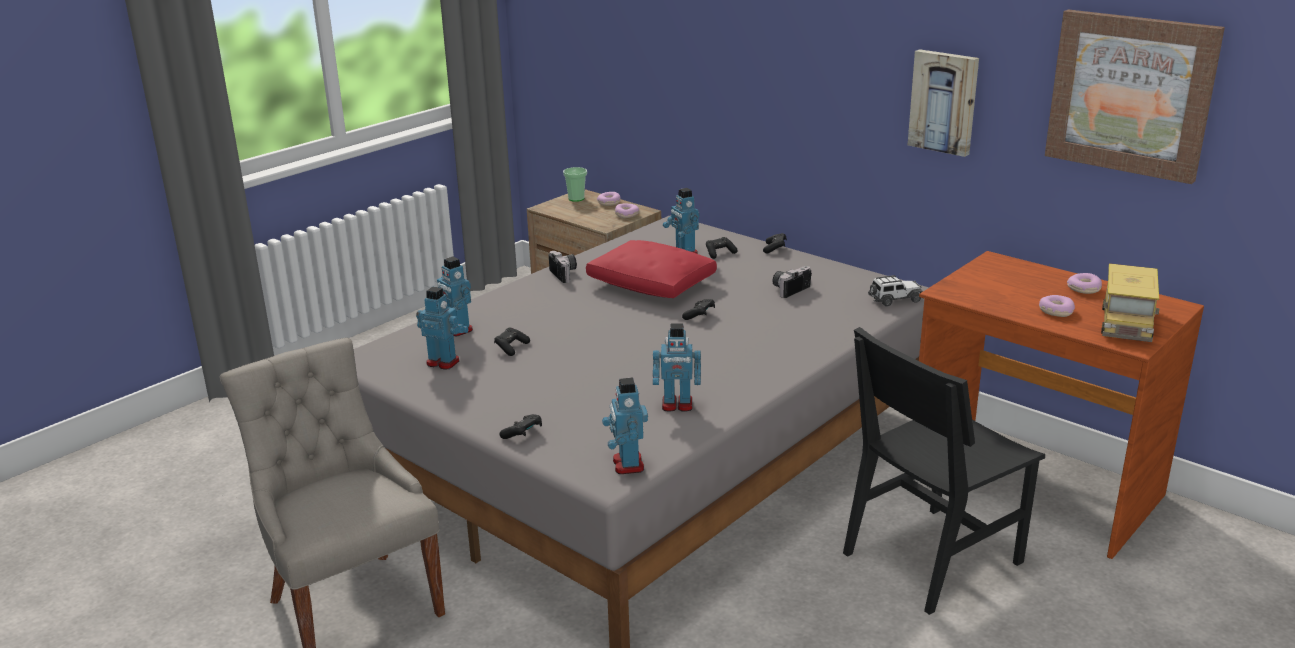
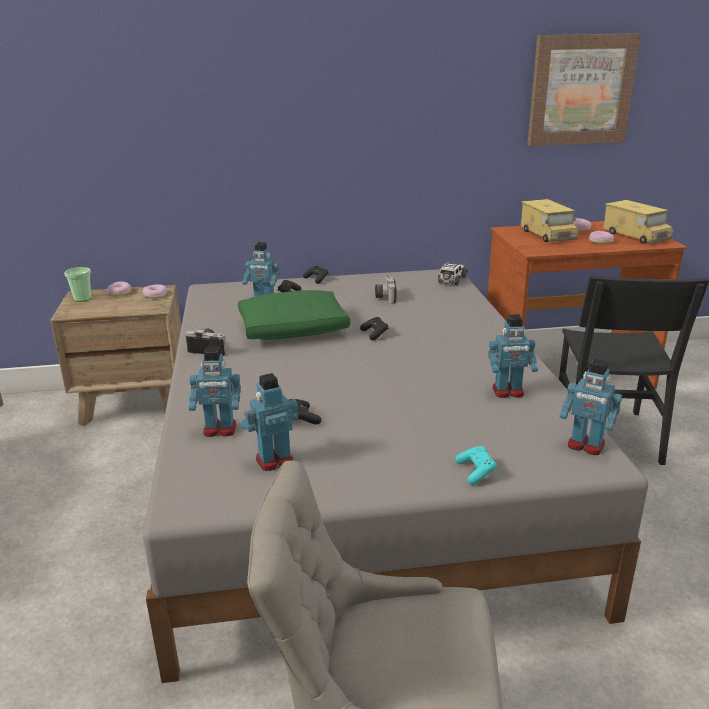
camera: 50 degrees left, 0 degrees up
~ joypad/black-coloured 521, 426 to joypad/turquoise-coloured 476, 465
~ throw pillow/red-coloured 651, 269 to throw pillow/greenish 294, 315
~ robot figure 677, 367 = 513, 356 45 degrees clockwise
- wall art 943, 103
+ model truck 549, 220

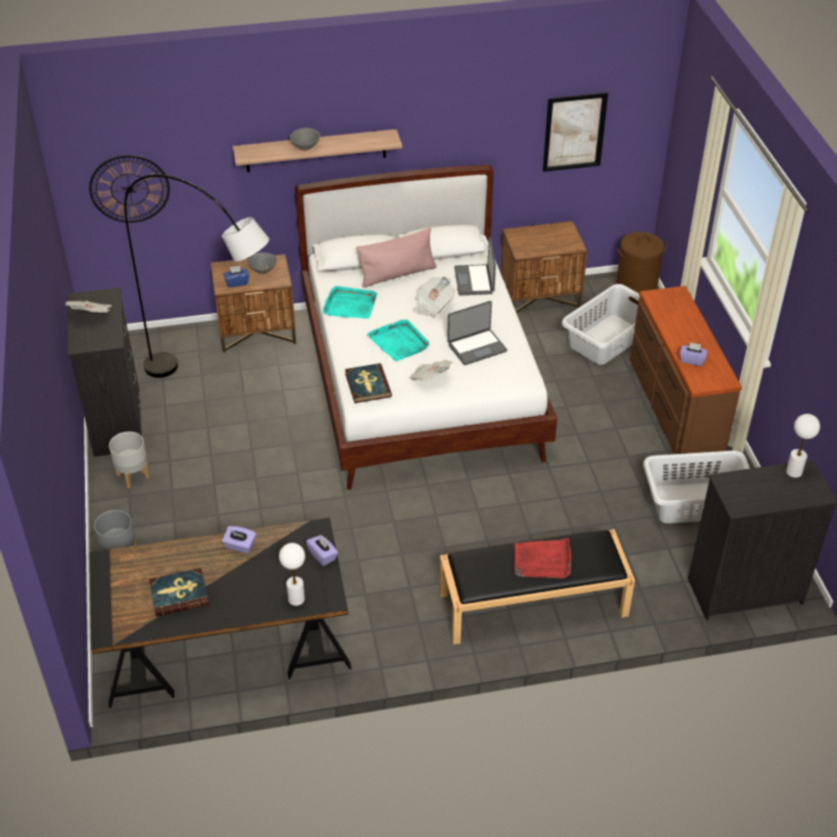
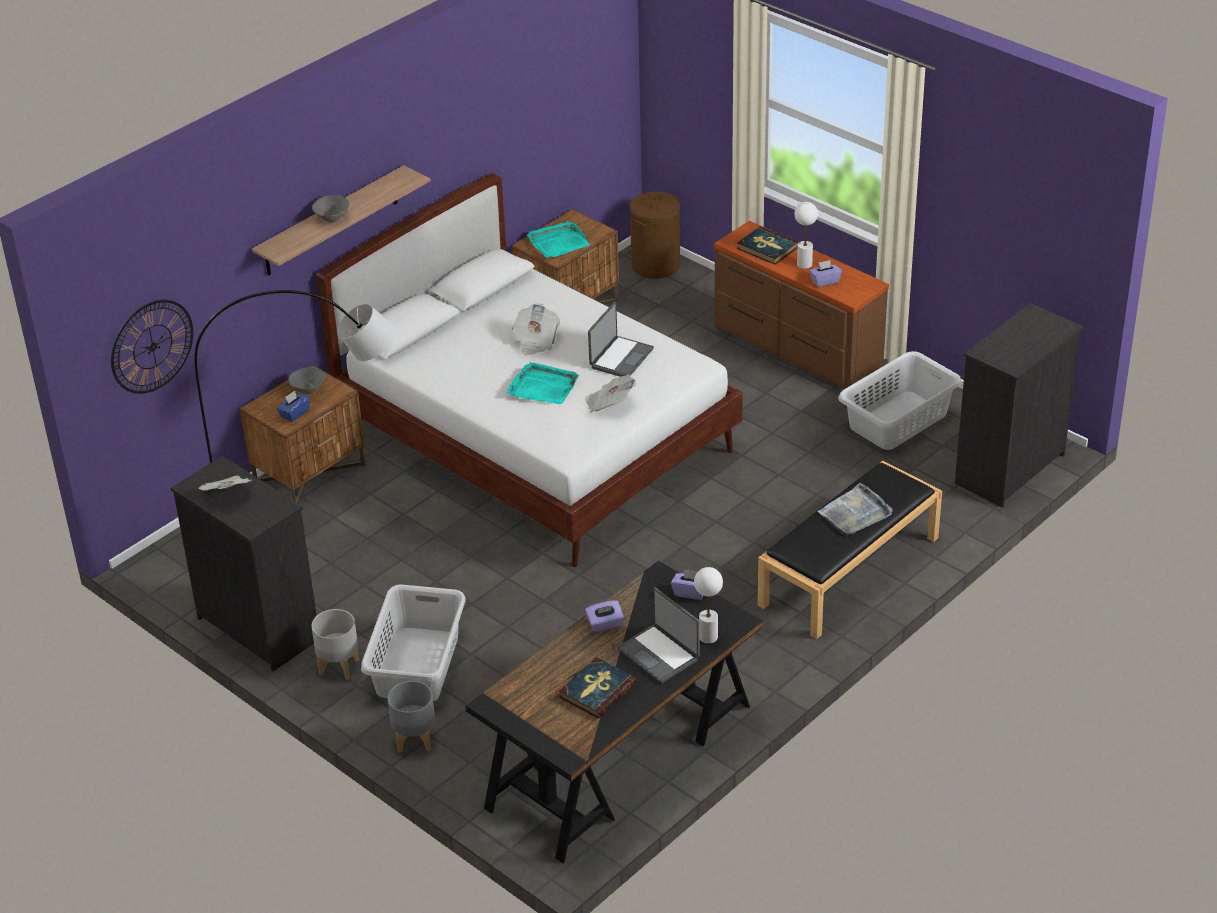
camera: 35 degrees left, 5 degrees down
~ carrying tray/turquoise-coloured 350, 302 to 558, 239
~ book 368, 383 to 768, 245
- throw pillow/pinkish 396, 258
~ laptop 475, 266 to 658, 635
~ carrying tray/red-coloured 542, 558 to carrying tray/greyish 855, 509
- wall art 575, 132
~ hamper/greyish 601, 324 to 413, 642
~ table lamp/white 803, 446 to 806, 235

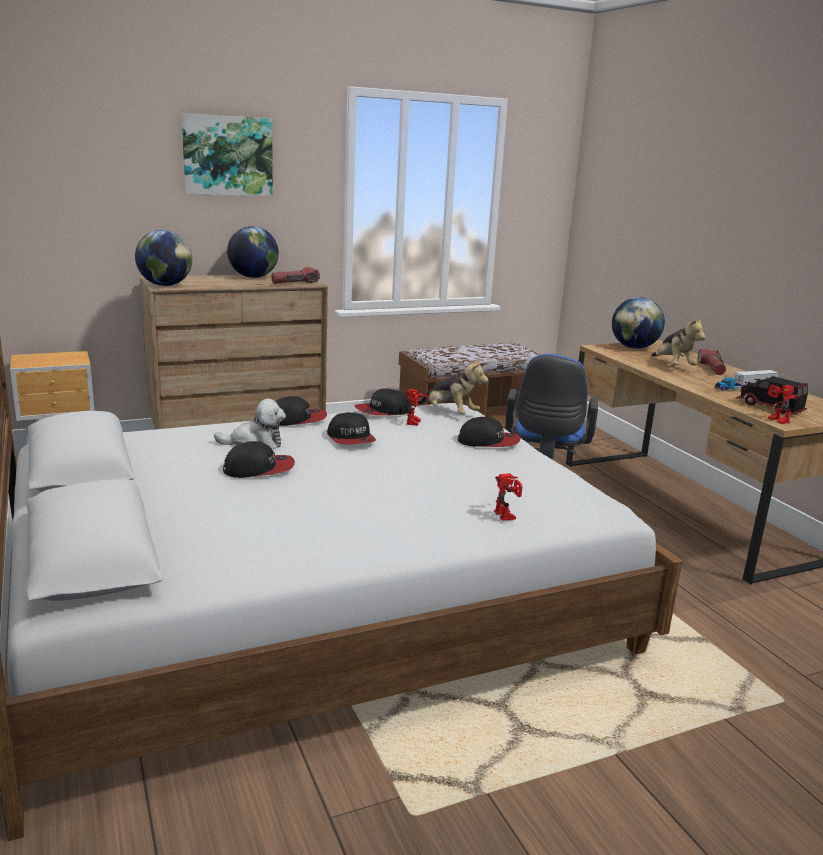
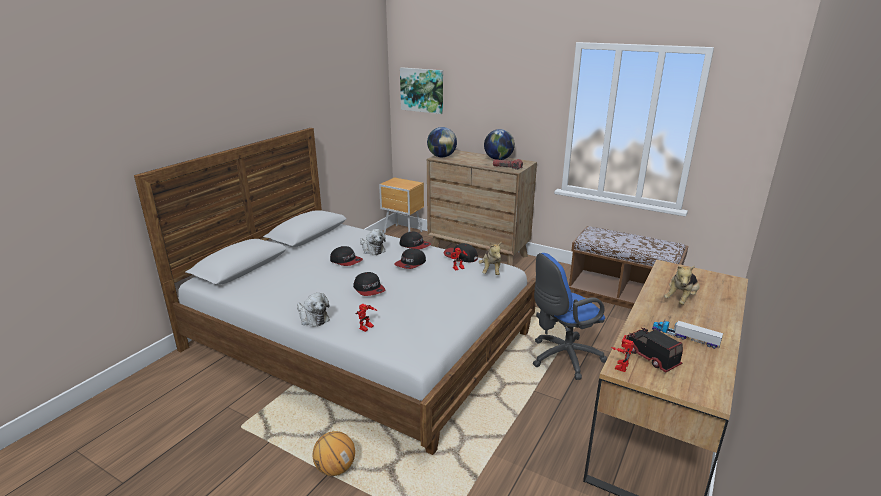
camera: 55 degrees right, 5 degrees up
~ wall art 227, 154 to 421, 90
~ cap 489, 432 to 369, 284
- world globe 638, 323
- torch 712, 362
~ model truck 772, 395 = 652, 350 45 degrees counterclockwise
+ soft toy 313, 310
+ ball for basketball 334, 453

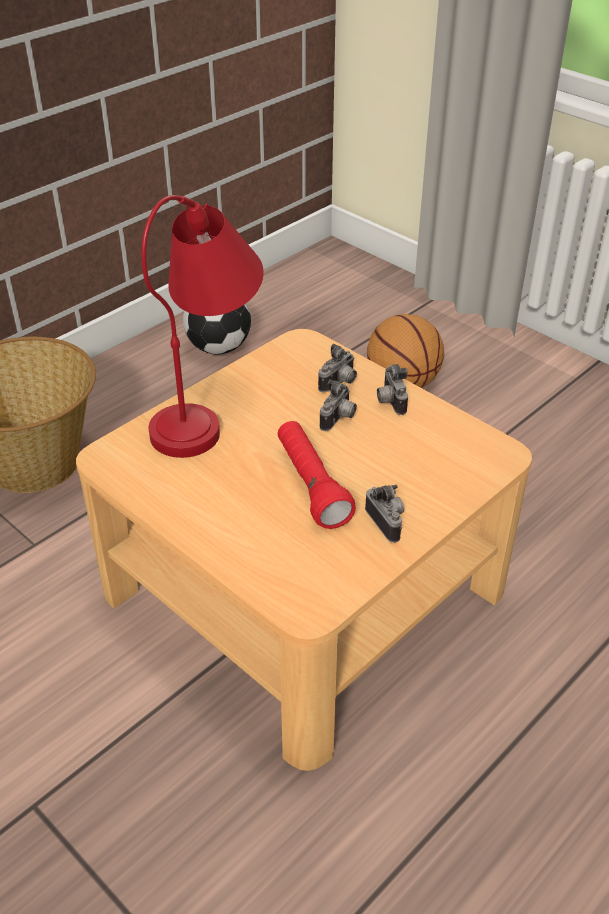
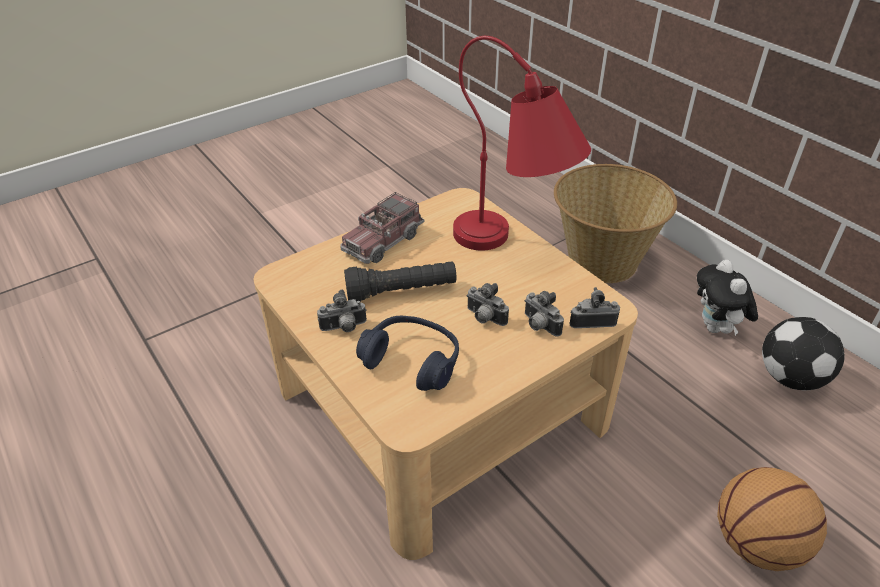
camera: 100 degrees right, 0 degrees up
~ torch/red-coloured 317, 475 to torch/black-coloured 400, 281
~ still camera 392, 389 to 594, 307
+ model truck 382, 228
+ pair of headphones/bluish 407, 353
+ soft toy 727, 298

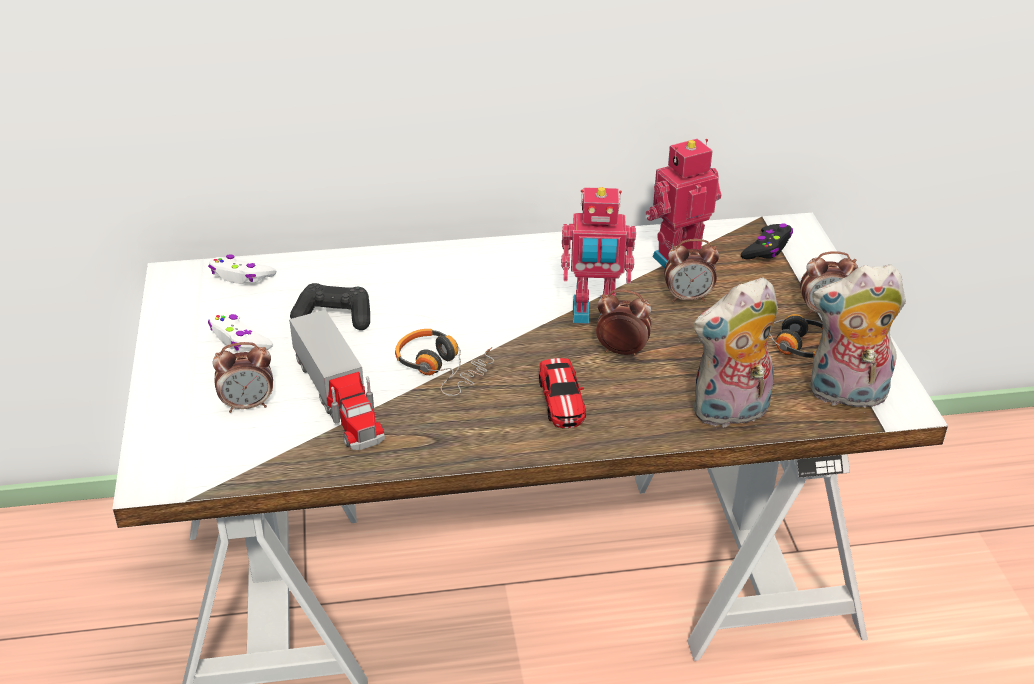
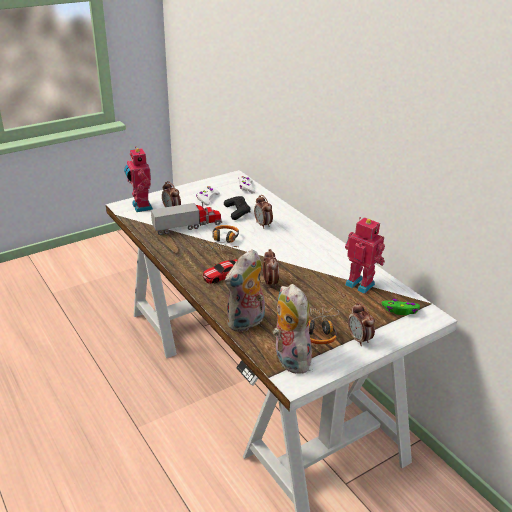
camera: 65 degrees right, 5 degrees down
~ model truck 337, 380 = 186, 218 150 degrees counterclockwise
~ robot figure 598, 255 to 138, 179
~ alarm clock 691, 270 to 263, 212
~ soft toy 735, 352 = 245, 290 90 degrees counterclockwise
~ joypad/black-coloured 767, 241 to joypad/greenish 401, 307

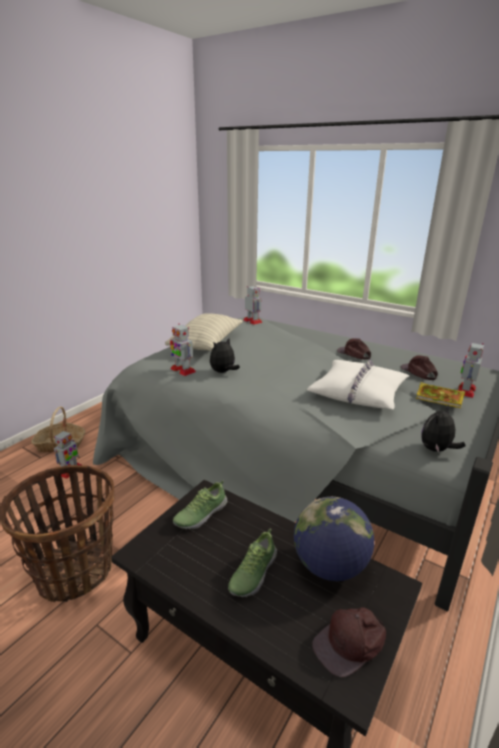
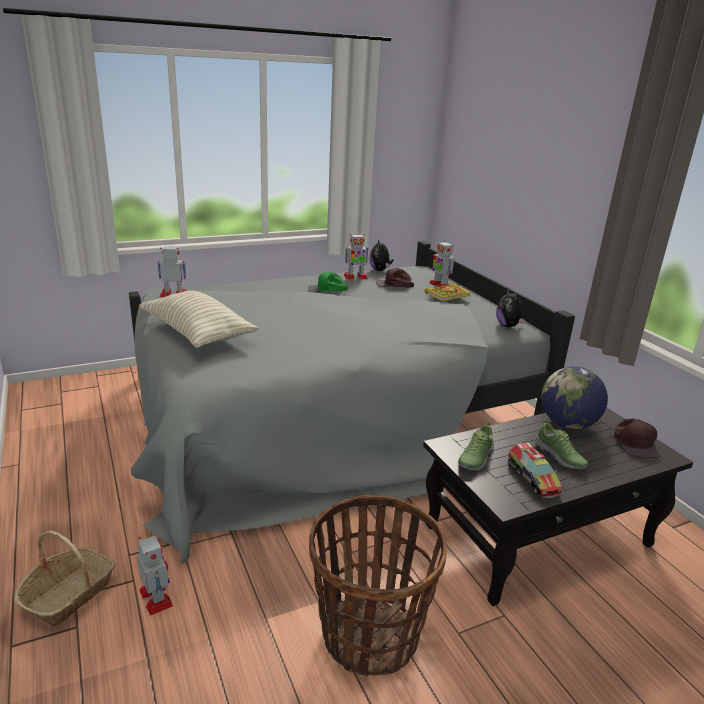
camera: 60 degrees left, 0 degrees up
~ robot figure 183, 350 to 356, 256
~ low shoe 200, 505 = 476, 446 45 degrees clockwise
~ soft toy 225, 355 to 381, 255
- throw pillow/white 358, 385
~ cap/brown-coloured 354, 349 to cap/greenish 328, 282
+ model truck 535, 470

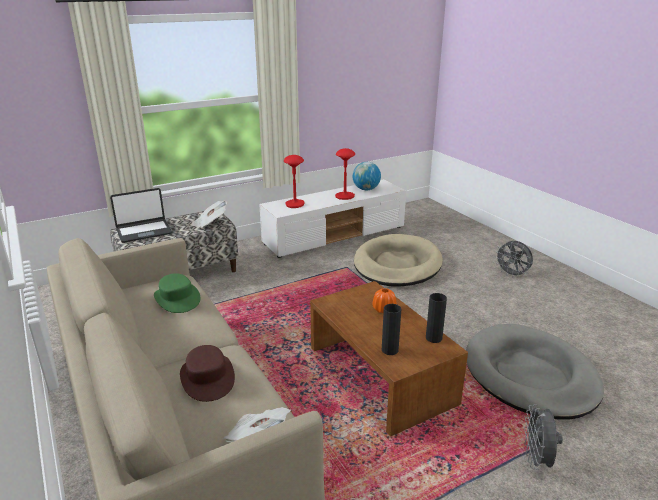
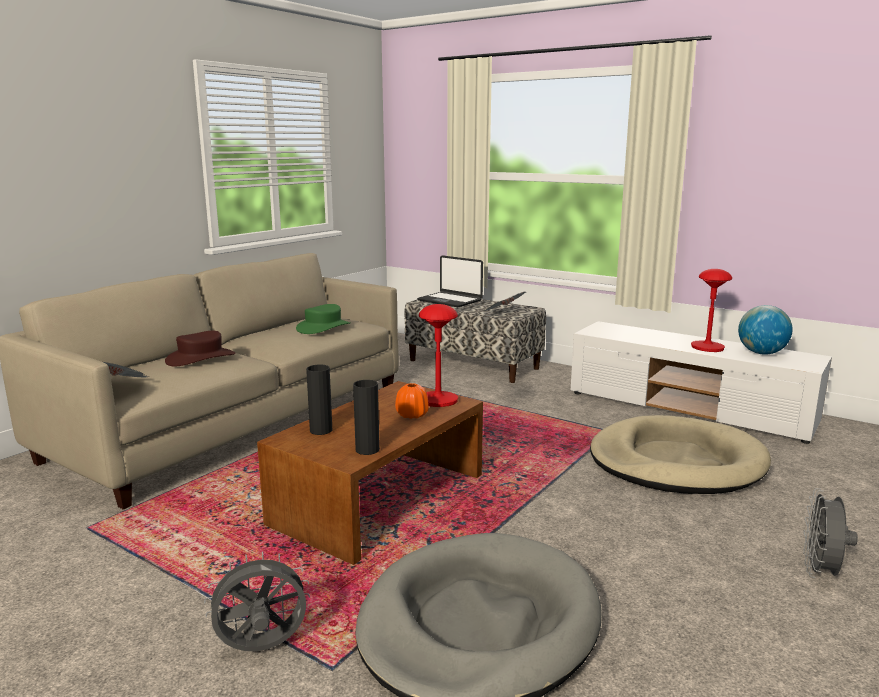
camera: 65 degrees right, 10 degrees down
~ table lamp/red-coloured 294, 181 to 438, 355

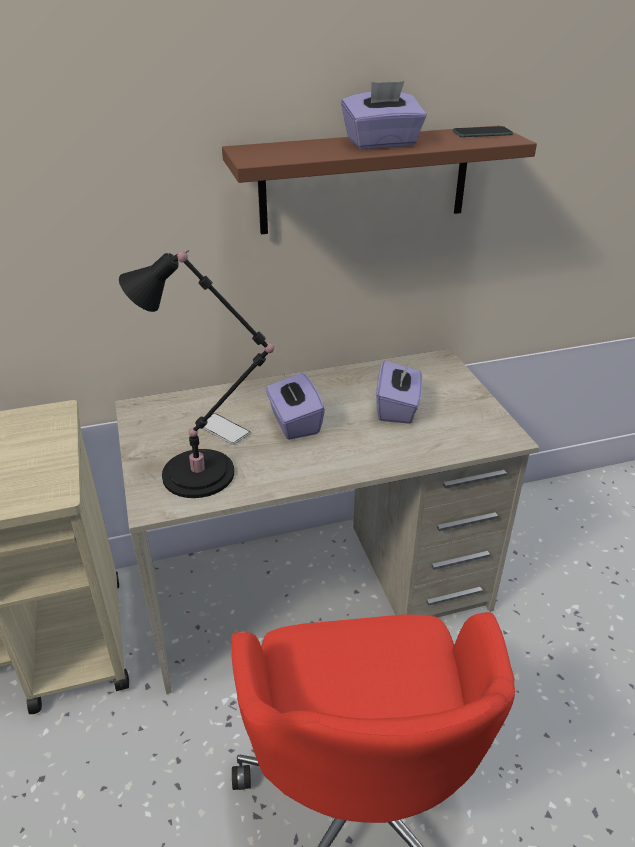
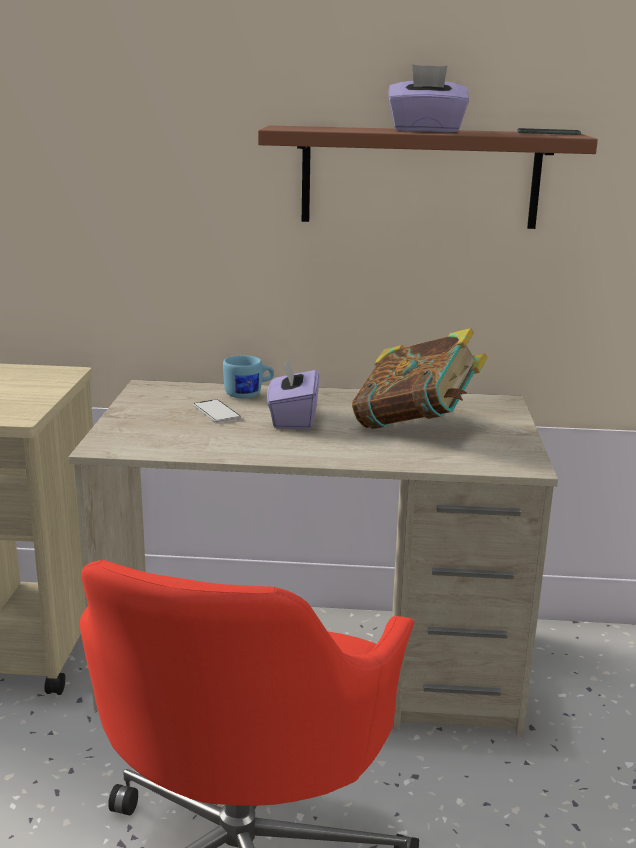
camera: 20 degrees right, 15 degrees down
- table lamp/black-coloured 198, 374
~ box of tissues/purplish 399, 392 to book 419, 378
+ coffee mug/bluish 248, 376

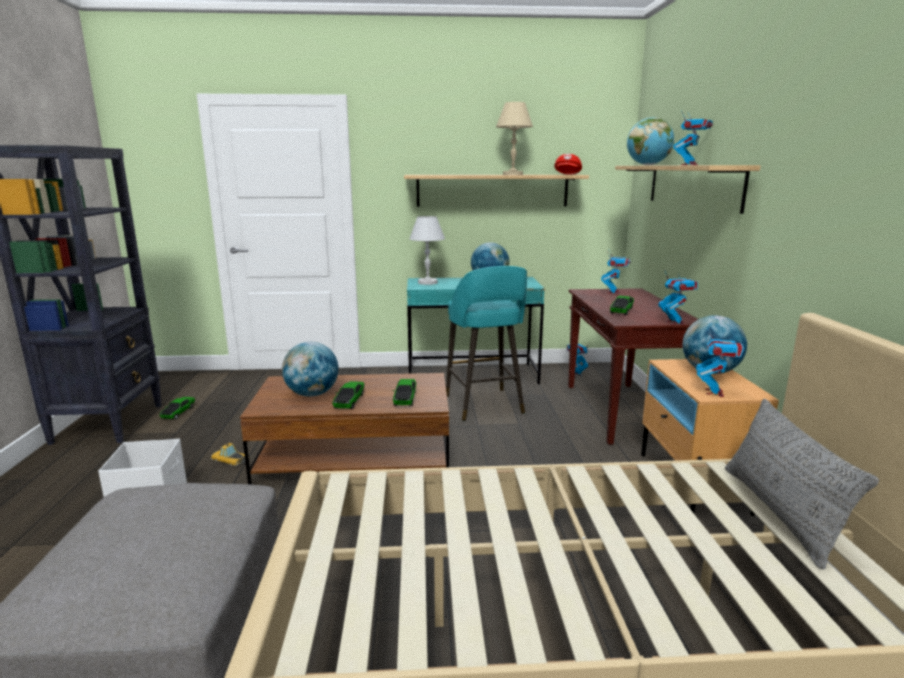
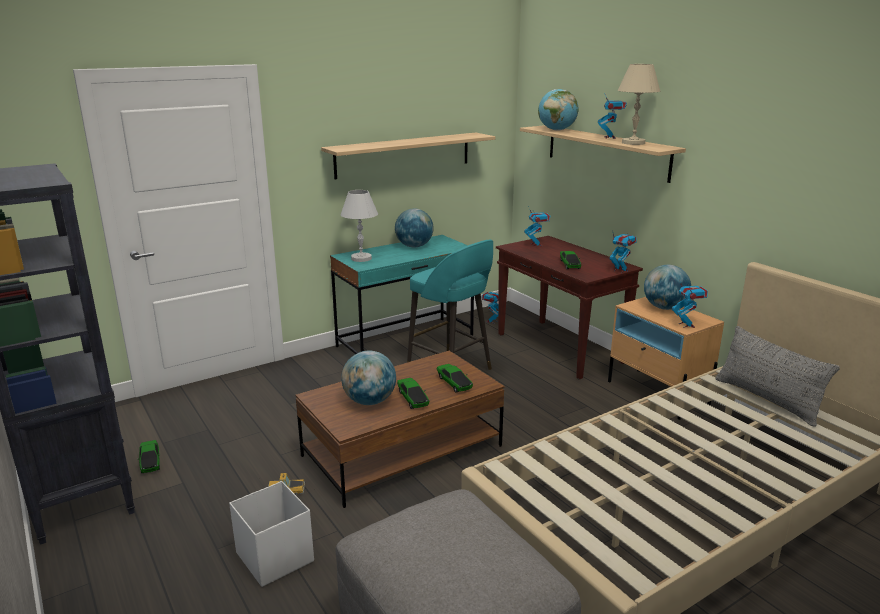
camera: 30 degrees left, 5 degrees up
~ table lamp/sand-coloured 514, 138 to 639, 104
- cap/red-coloured 568, 164

